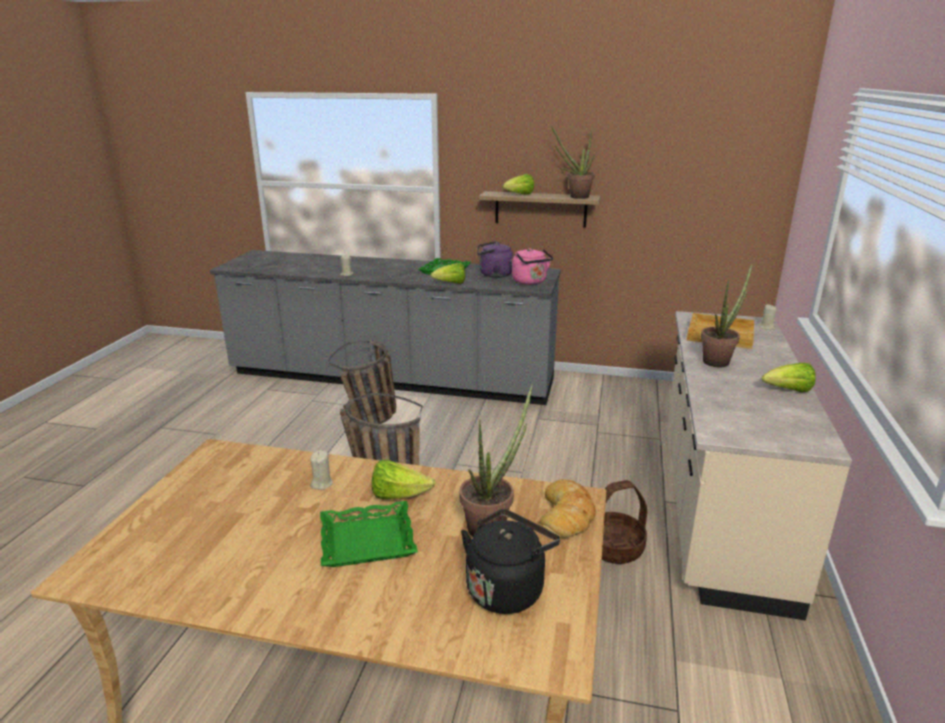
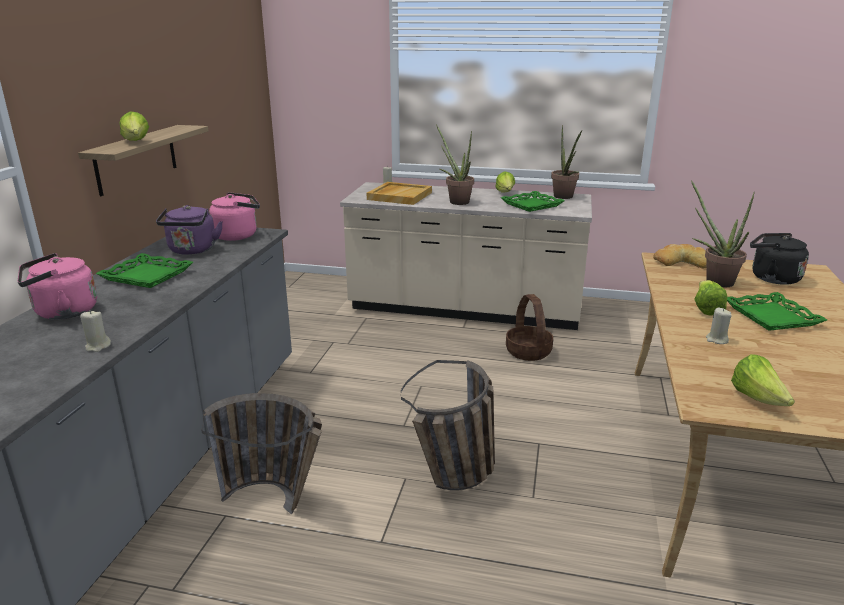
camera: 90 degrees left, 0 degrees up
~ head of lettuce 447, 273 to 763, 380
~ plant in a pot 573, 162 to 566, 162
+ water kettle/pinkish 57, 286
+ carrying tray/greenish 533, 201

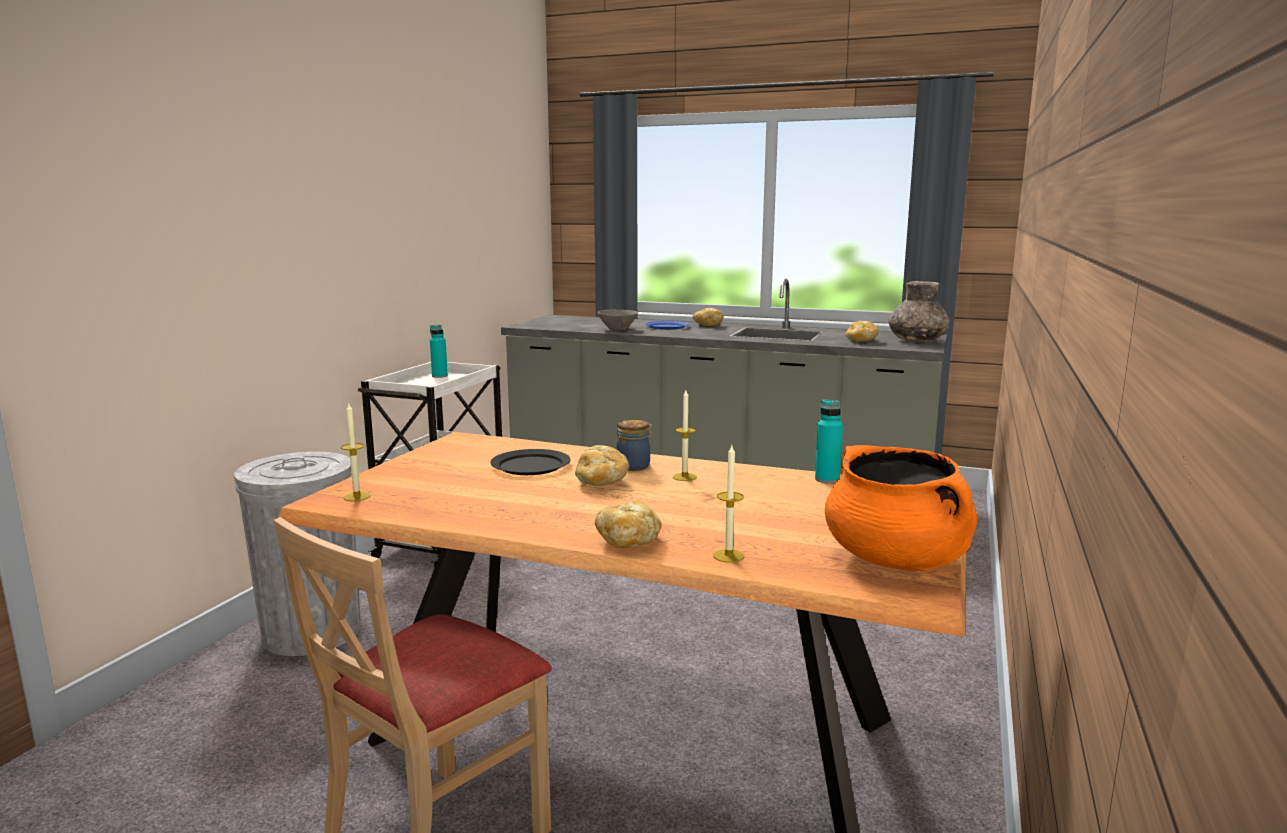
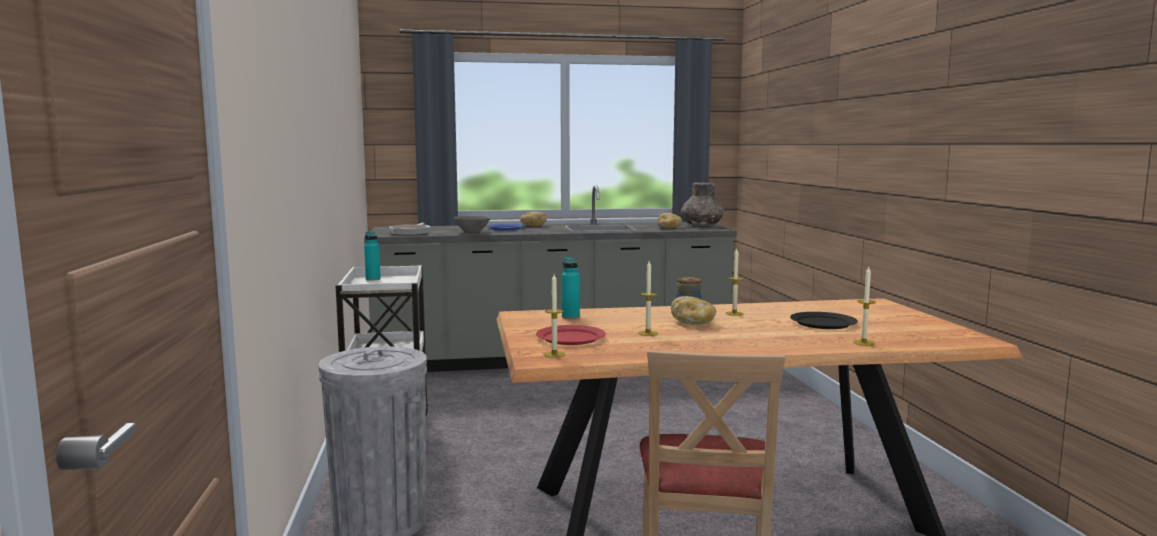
camera: 30 degrees left, 5 degrees down
~ flat dish/black-coloured 531, 462 to 824, 320
- bakery bread 628, 524
~ beverage bottle/turquoise-coloured 829, 441 to 571, 288
- saucepot/orange-coloured 901, 508
+ skillet 410, 229
+ flat dish/red-coloured 571, 335
+ wax candle 648, 298

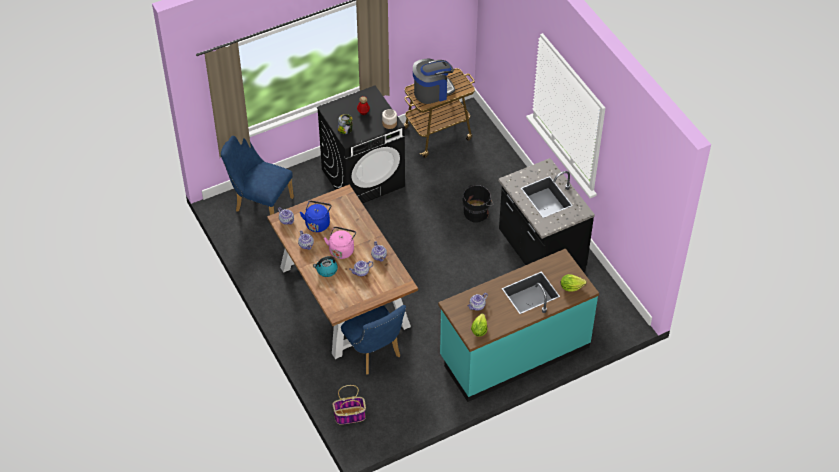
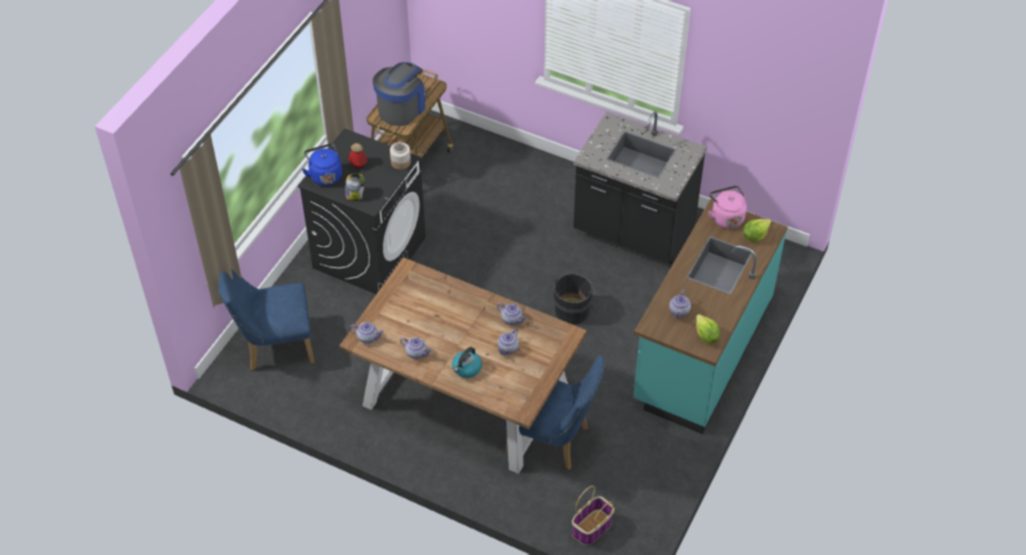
camera: 35 degrees left, 0 degrees up
~ water kettle/bluish 315, 216 to 322, 164
~ water kettle/pinkish 340, 242 to 727, 207
~ pail/black-coloured 478, 203 to 574, 299

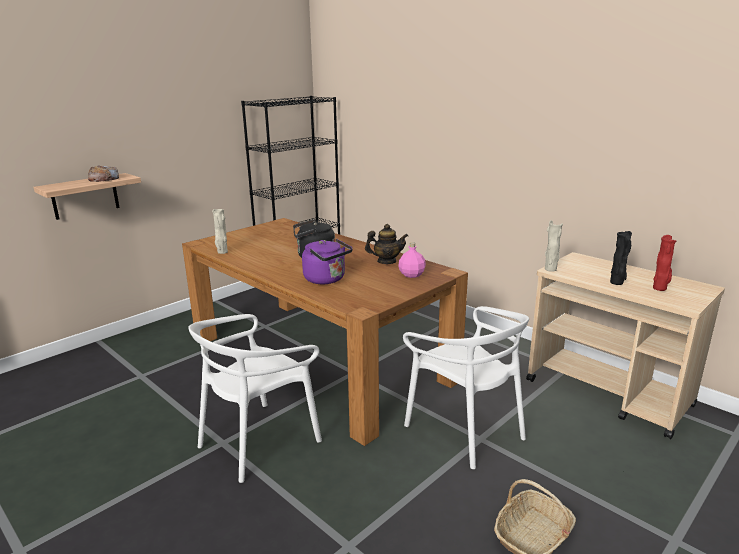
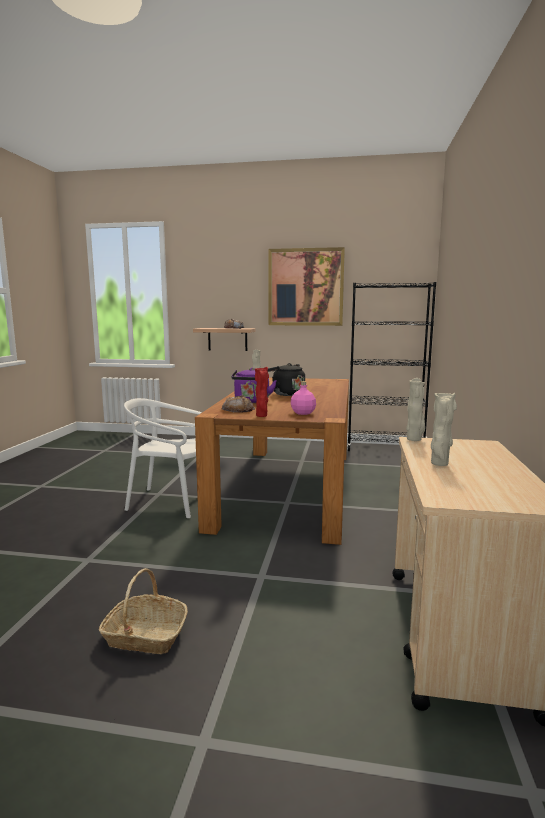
camera: 55 degrees right, 10 degrees down
- tea pot 386, 244
- plain chair/white 466, 387
~ flower vase/black-coloured 621, 258 to flower vase/sand-coloured 444, 429
~ flower vase/red-coloured 664, 263 to 262, 392
+ bakery bread 238, 404
+ wall art 307, 286

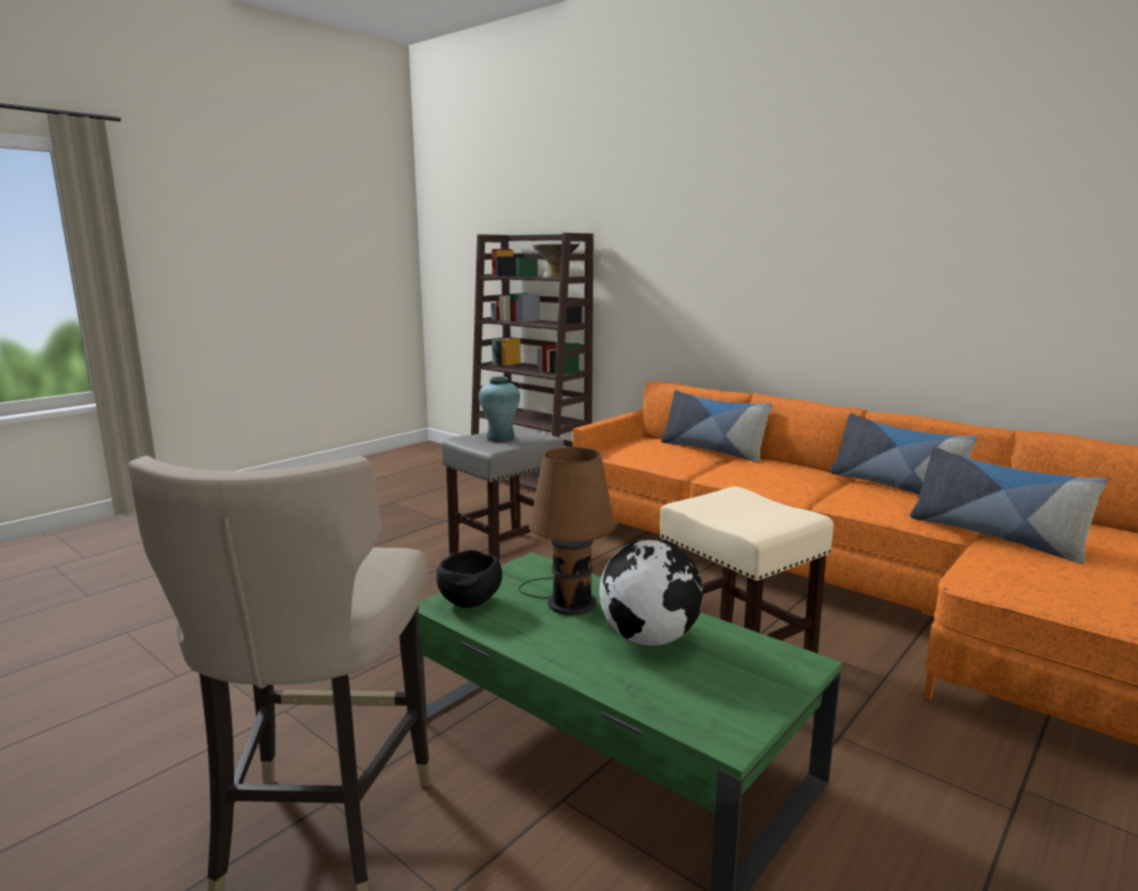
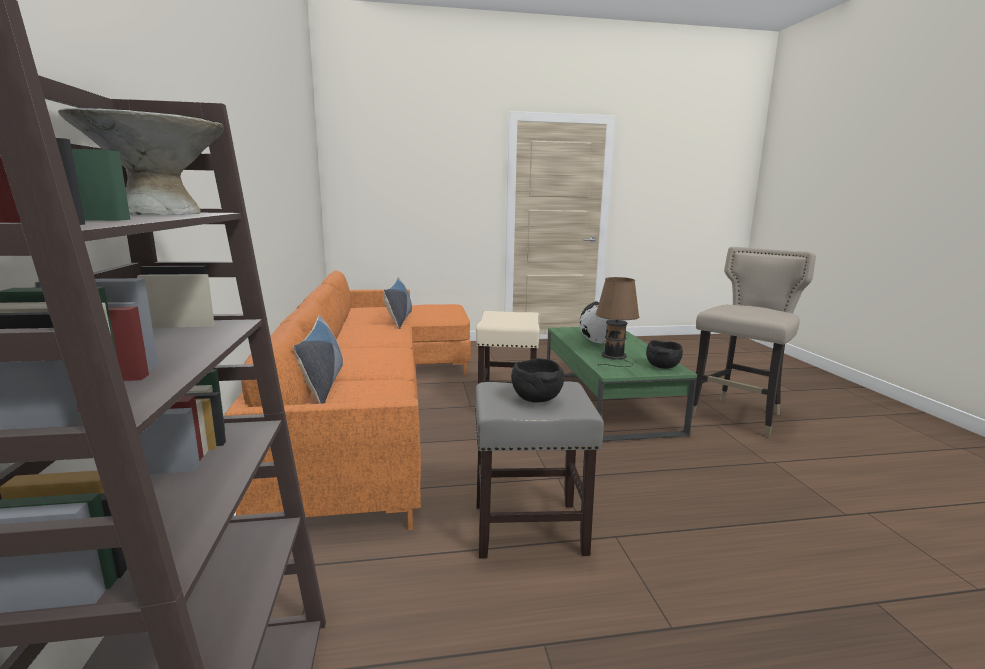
camera: 140 degrees left, 0 degrees up
~ flower vase/turquoise-coloured 499, 409 to serving bowl/black-coloured 537, 380
- throw pillow 903, 454

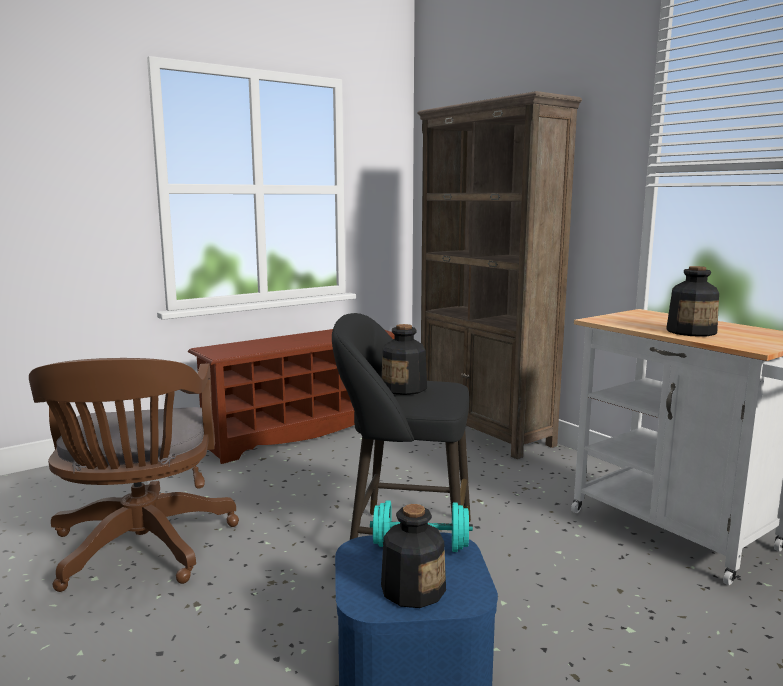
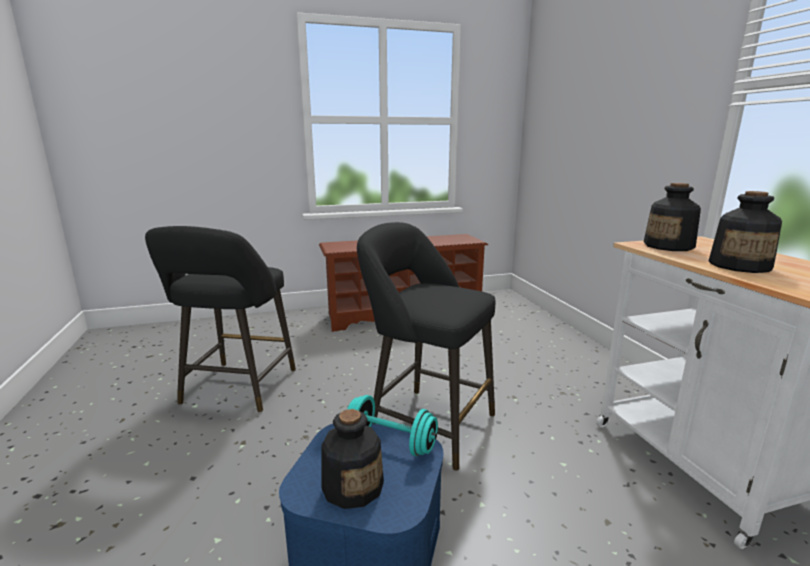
camera: 20 degrees right, 5 degrees up
~ office chair/brown-coloured 134, 475 to stool seat/black-coloured 220, 319
~ beverage bottle 404, 359 to 672, 217
- shelving unit/brown-coloured 499, 275

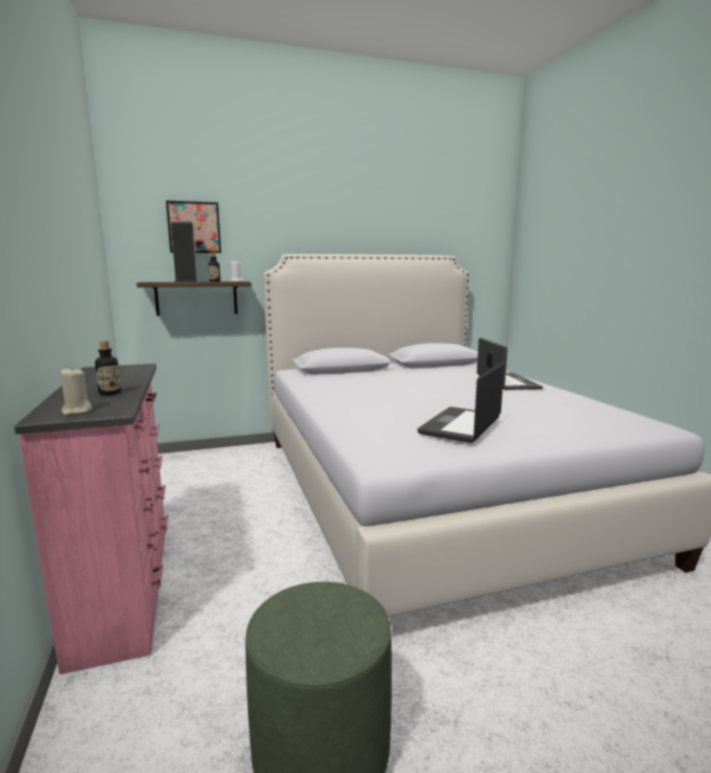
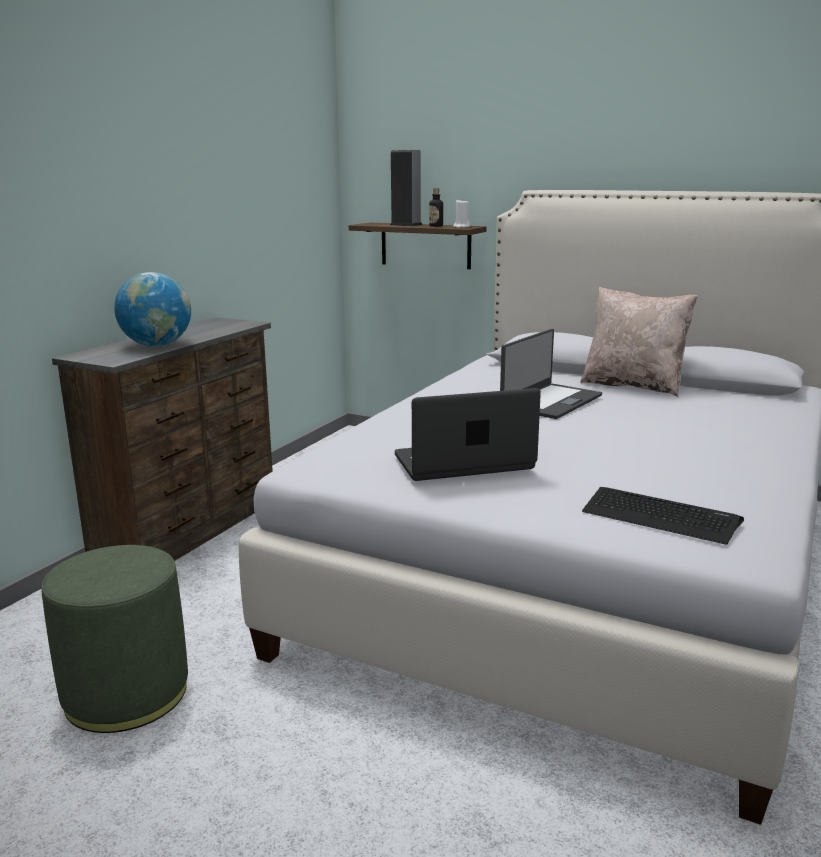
camera: 45 degrees right, 5 degrees up
~ drawer chest/pinkish 91, 519 to drawer chest/brown-coloured 162, 439
- wax candle/sand-coloured 76, 391
~ beverage bottle 108, 368 to world globe 152, 309
- wall art 193, 226
~ laptop 510, 364 to 551, 374
+ throw pillow/sand-coloured 639, 342
+ keyboard 663, 516

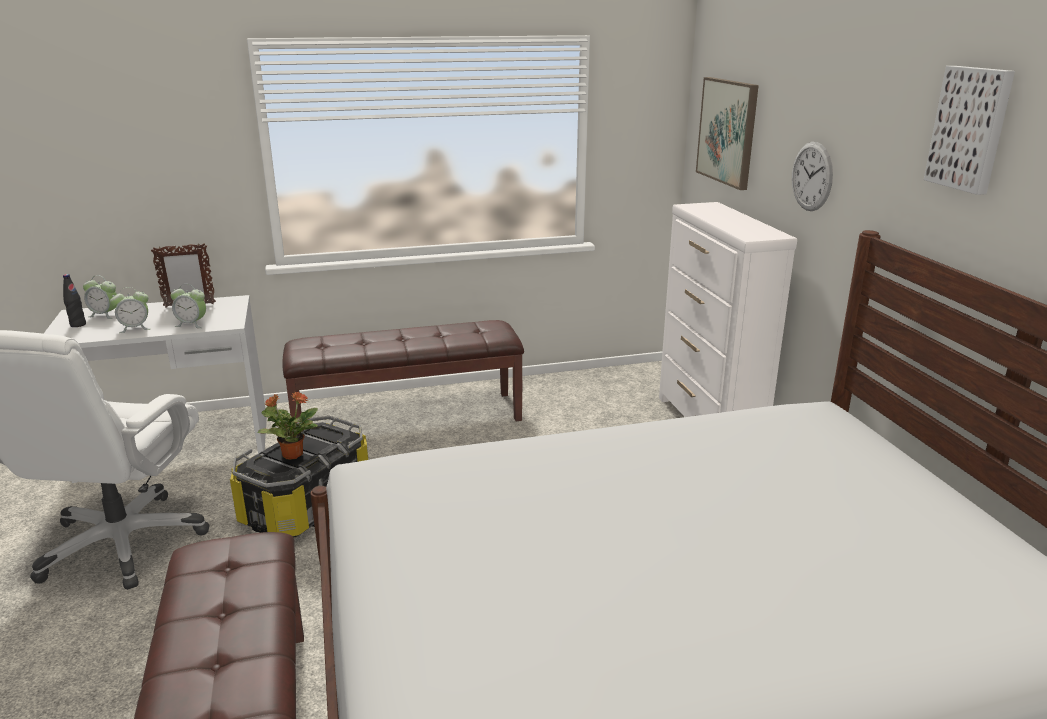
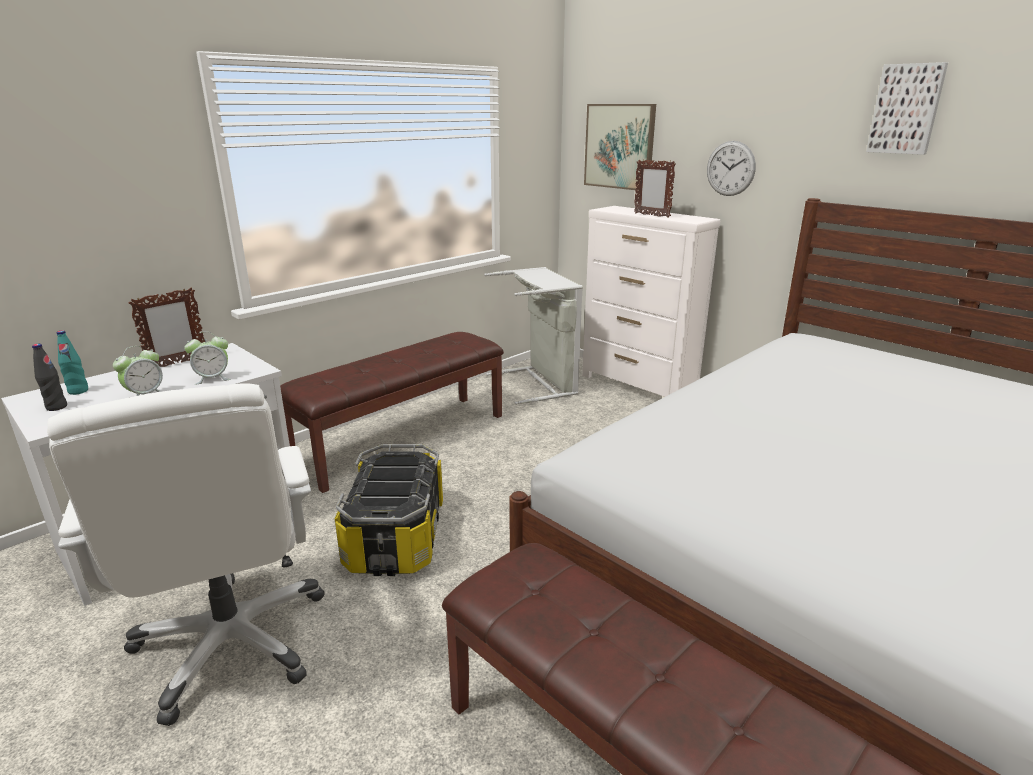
camera: 30 degrees left, 0 degrees up
~ alarm clock 100, 297 to beverage bottle/turquoise-coloured 72, 362
- plant in a pot 288, 426
+ hamper/greyish 533, 336
+ picture frame 655, 188

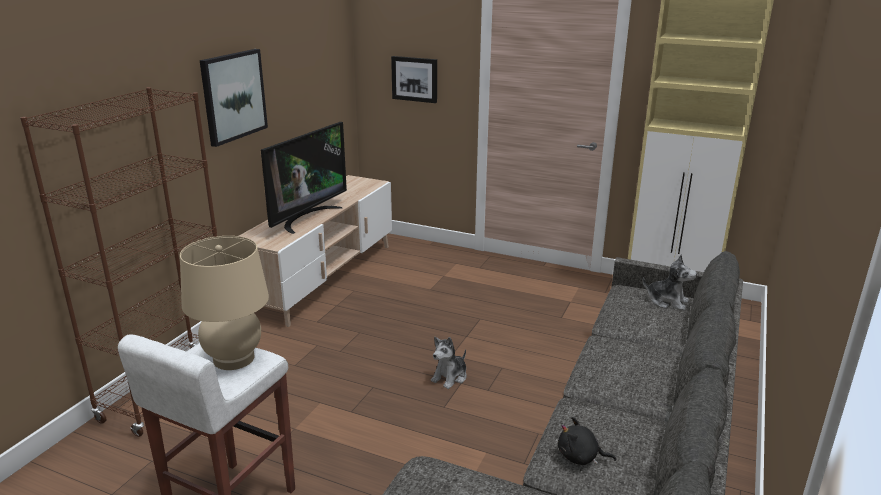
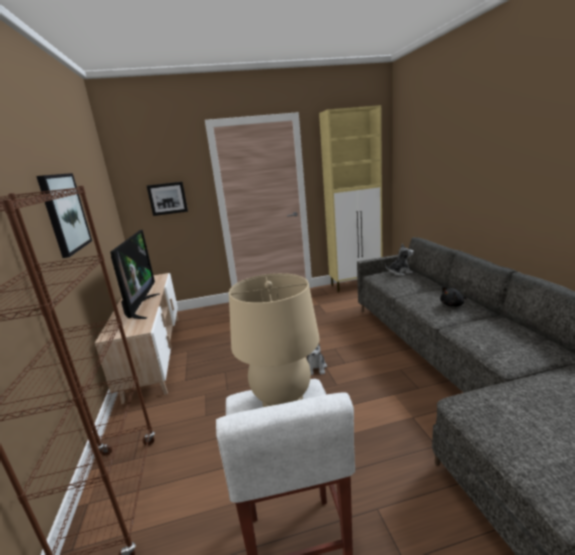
camera: 35 degrees left, 5 degrees down
~ soft toy/black-coloured 587, 441 to 453, 297

